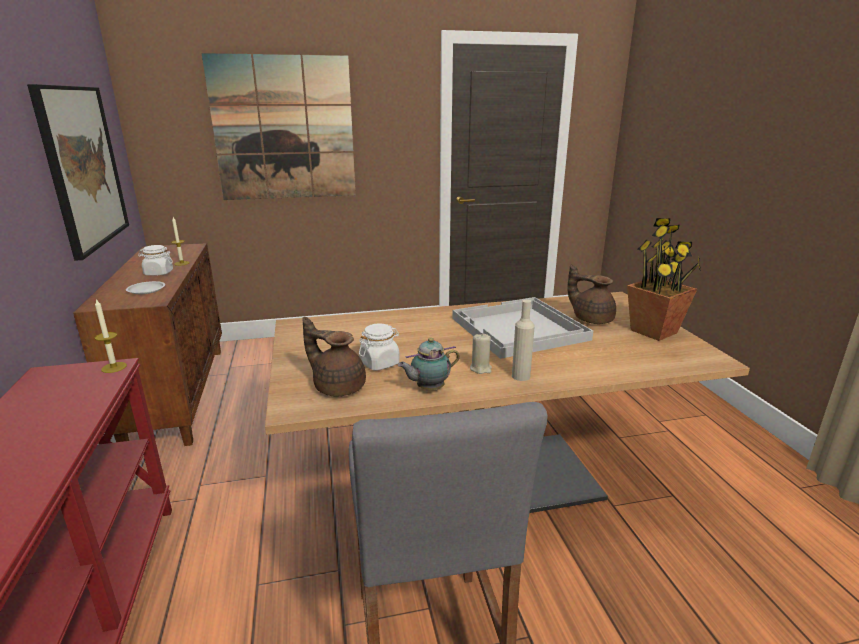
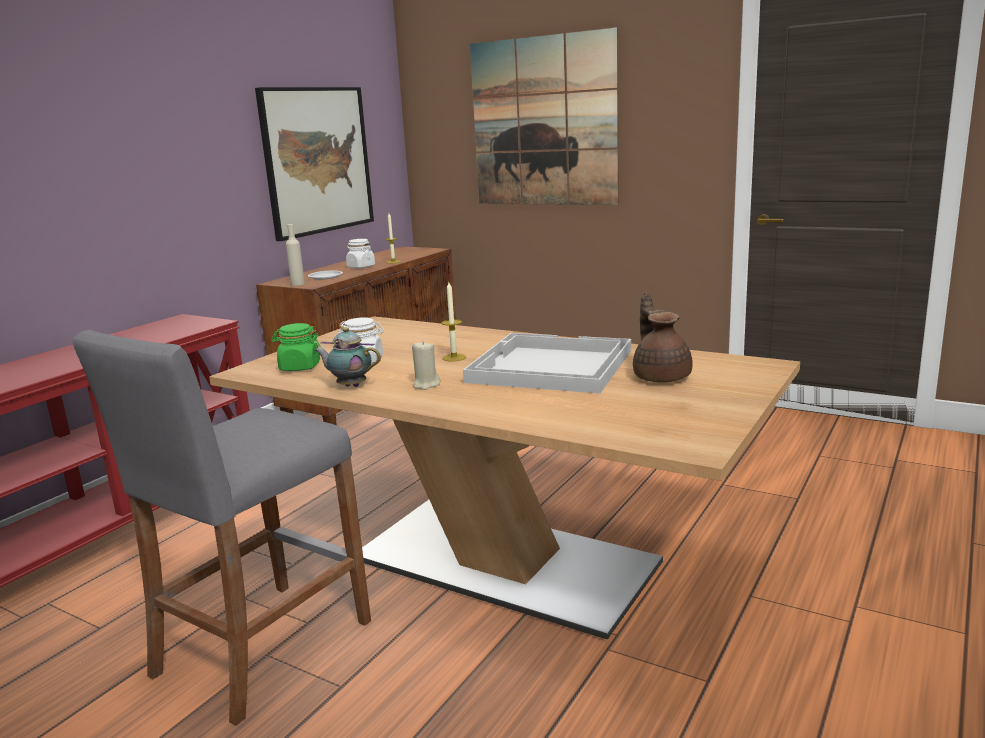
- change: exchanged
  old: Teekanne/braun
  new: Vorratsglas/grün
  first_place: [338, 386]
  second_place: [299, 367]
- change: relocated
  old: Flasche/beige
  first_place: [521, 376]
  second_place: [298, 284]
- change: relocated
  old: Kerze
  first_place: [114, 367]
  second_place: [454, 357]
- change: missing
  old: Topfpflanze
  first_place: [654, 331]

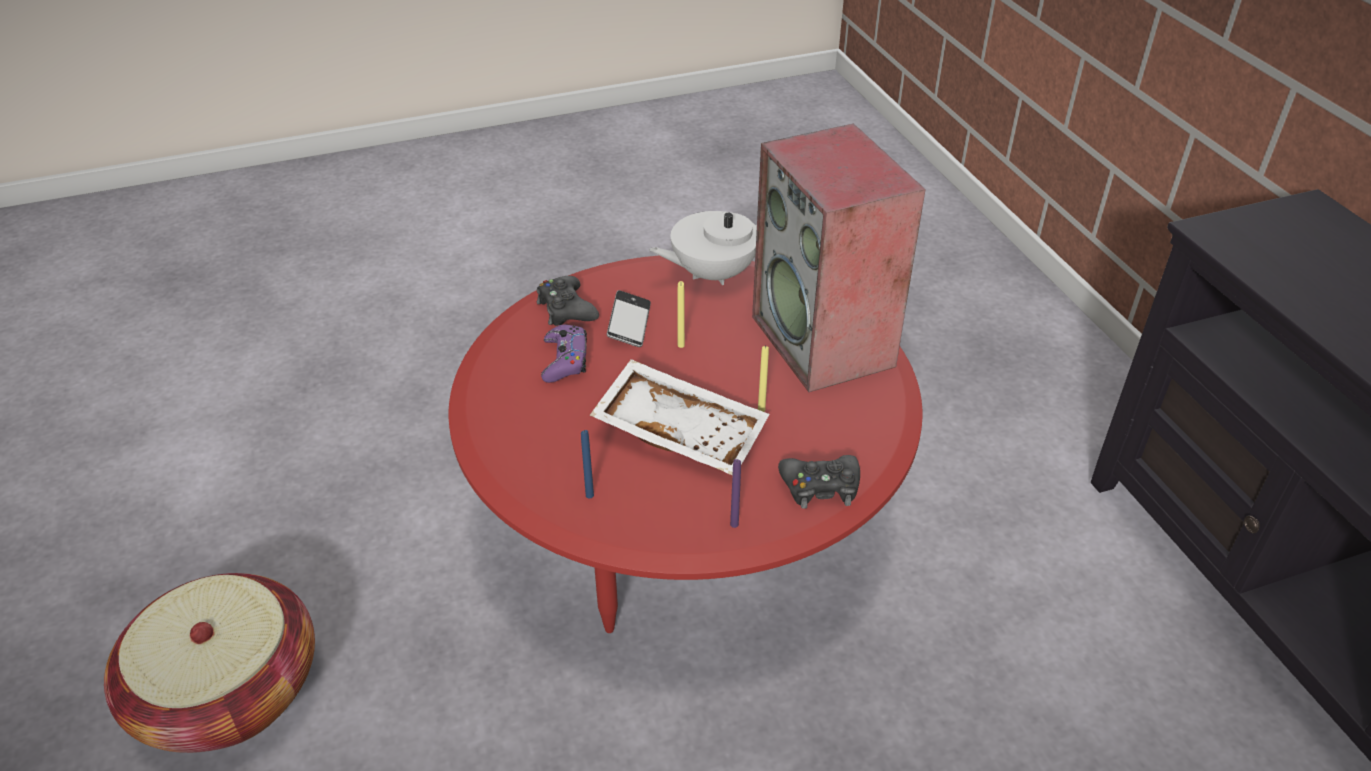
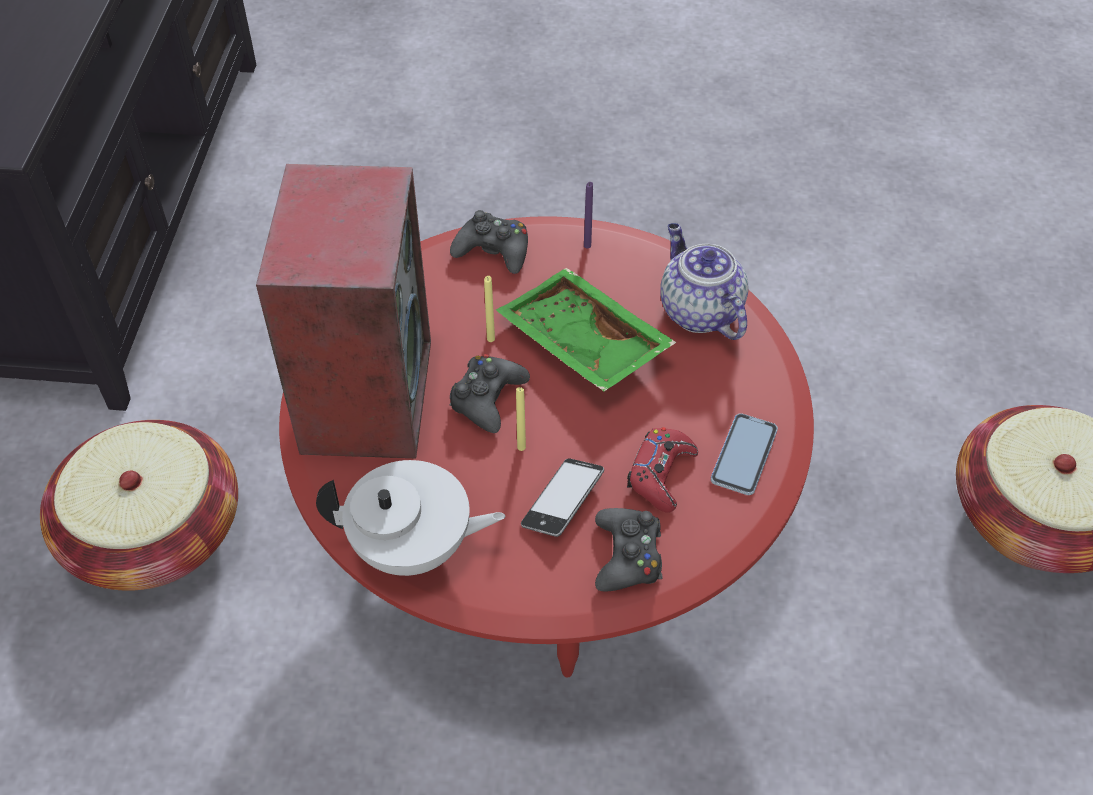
- change: appeared
  new: Korb
  second_place: [155, 533]
- change: appeared
  new: Gamepad/schwarz
  second_place: [487, 399]
- change: colour
  old: Tablett/weiß
  new: Tablett/grün
  first_place: [682, 430]
  second_place: [580, 344]
- change: colour
  old: Gamepad/lila
  new: Gamepad/rot
  first_place: [565, 360]
  second_place: [661, 474]
- change: exchanged
  old: Kerze/blau
  new: Teekanne
  first_place: [589, 495]
  second_place: [698, 311]
- change: appeared
  new: Handy
  second_place: [744, 455]

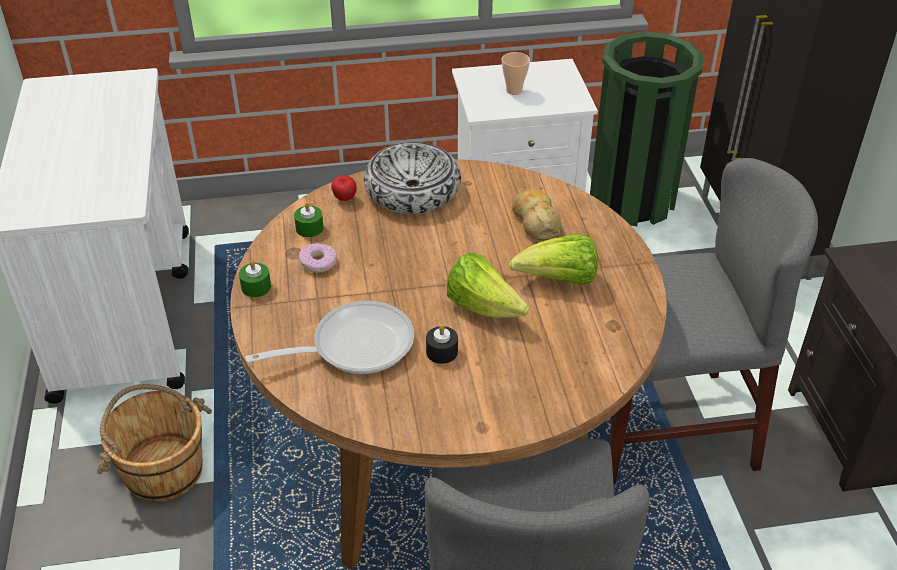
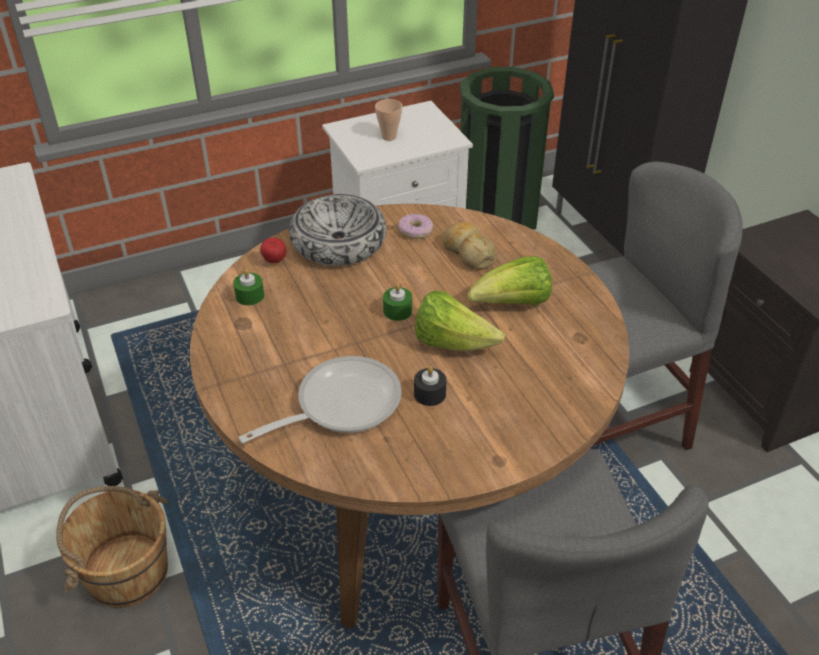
- change: relocated
  old: Kerze/grün
  first_place: [256, 287]
  second_place: [397, 311]
- change: relocated
  old: Donut
  first_place: [318, 262]
  second_place: [415, 231]

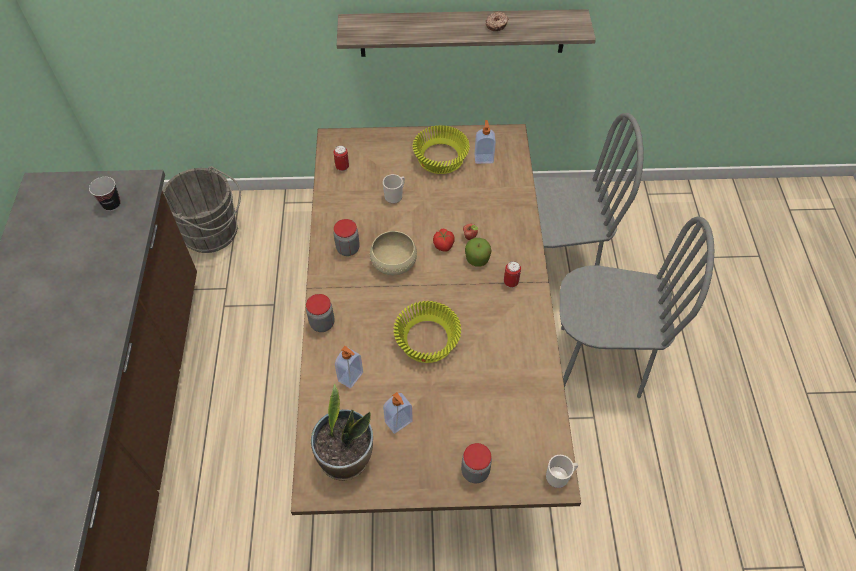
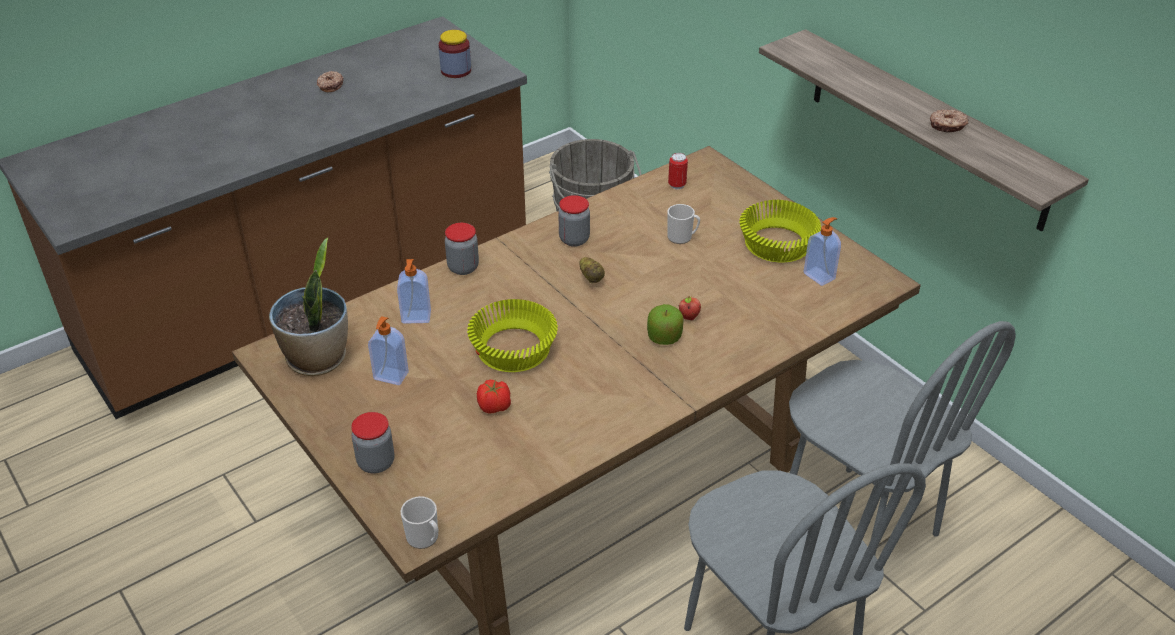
- change: appeared
  new: Donut
  second_place: [330, 86]
- change: exchanged
  old: Tasse
  new: Vorratsglas
  first_place: [111, 204]
  second_place: [456, 70]
- change: relocated
  old: Tomate
  first_place: [443, 245]
  second_place: [495, 407]
- change: exchanged
  old: Schüssel/beige
  new: Kartoffel
  first_place: [394, 262]
  second_place: [591, 278]
- change: missing
  old: Dose
  first_place: [511, 282]

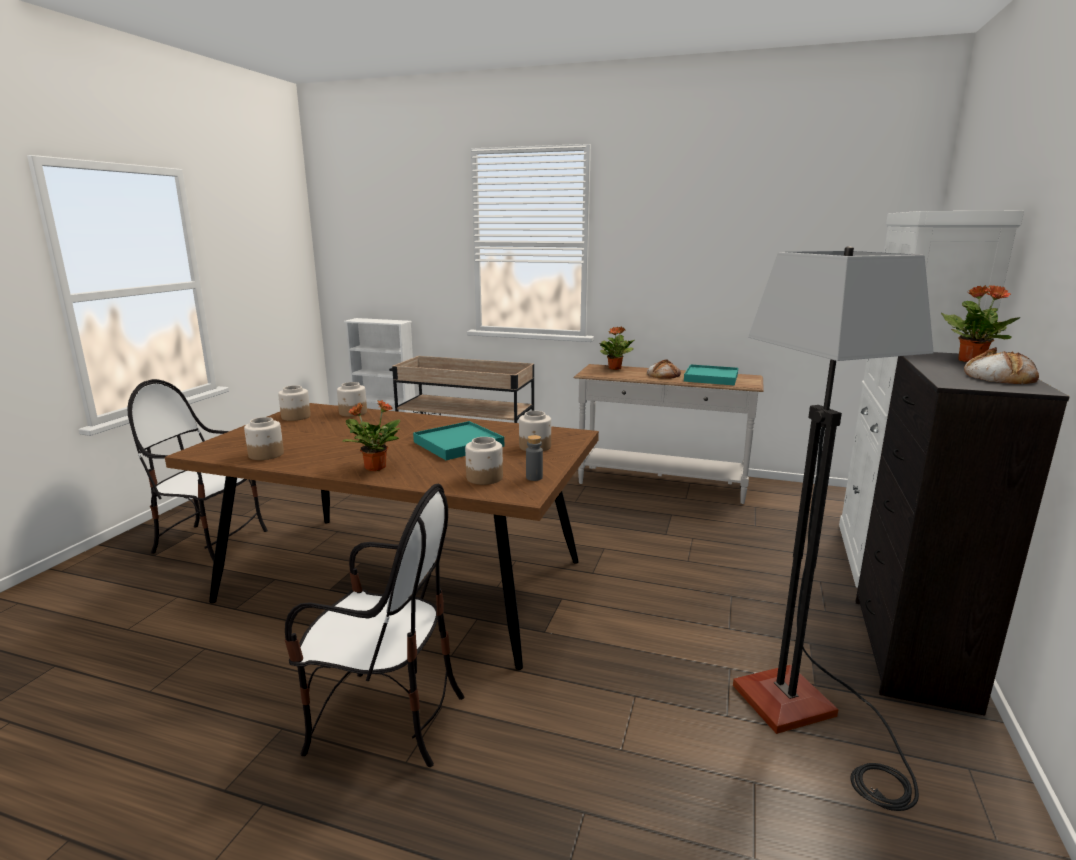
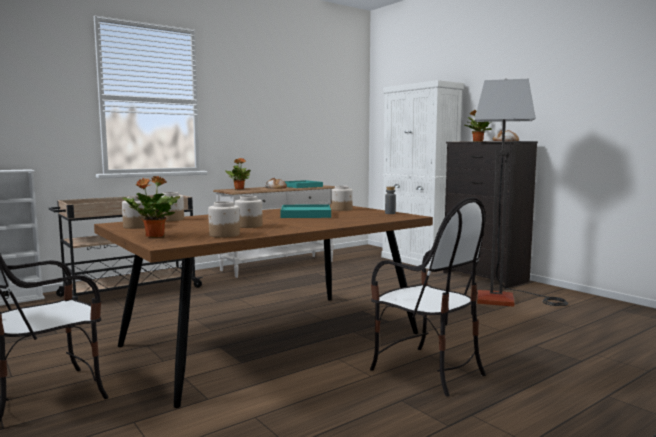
- change: relocated
  old: Topfpflanze
  first_place: [374, 467]
  second_place: [154, 236]
- change: relocated
  old: Vorratsglas
  first_place: [484, 478]
  second_place: [249, 226]
- change: spun
  old: Stuhl
  first_place: [385, 720]
  second_place: [427, 371]
  degrees: 90

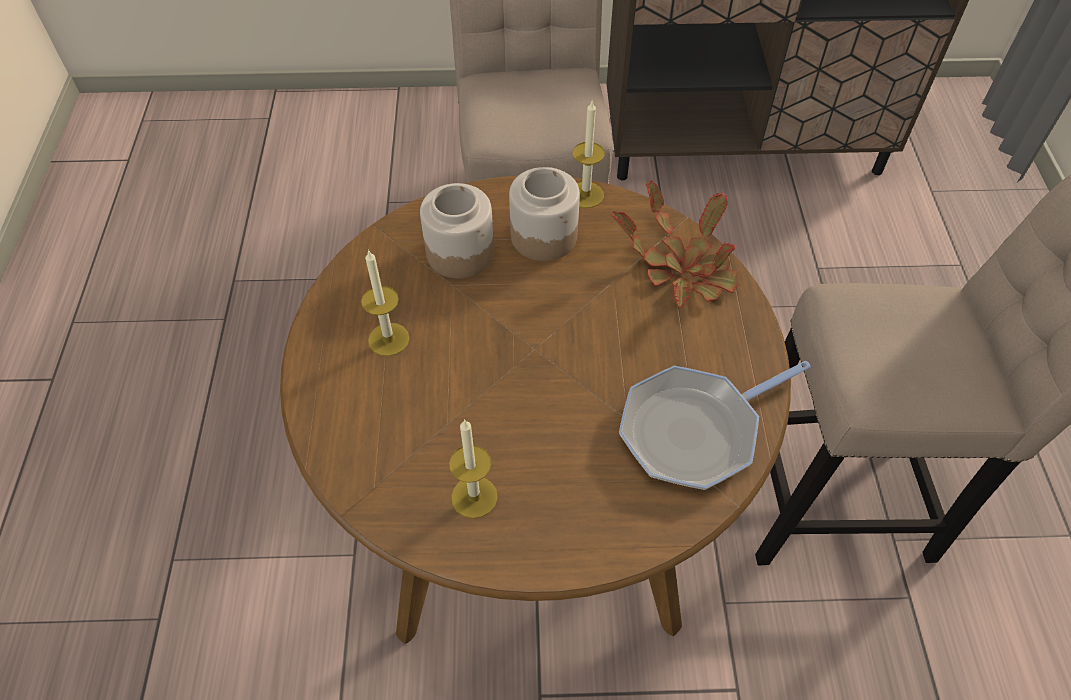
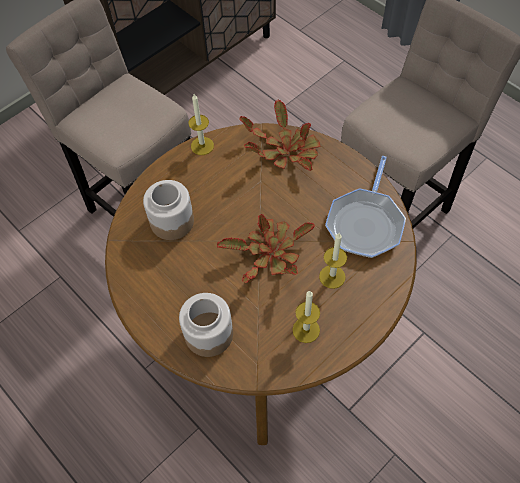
- change: relocated
  old: Vorratsglas
  first_place: [544, 236]
  second_place: [208, 333]
- change: appeared
  new: Topfpflanze
  second_place: [270, 254]
- change: relocated
  old: Kerze
  first_place: [388, 339]
  second_place: [332, 276]

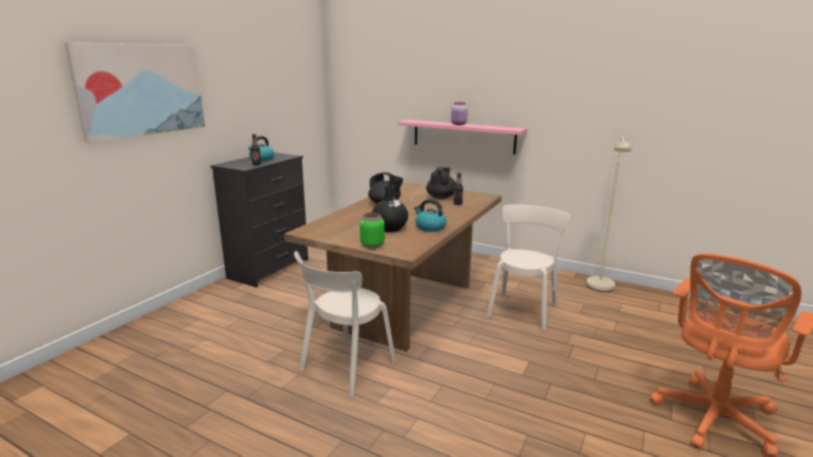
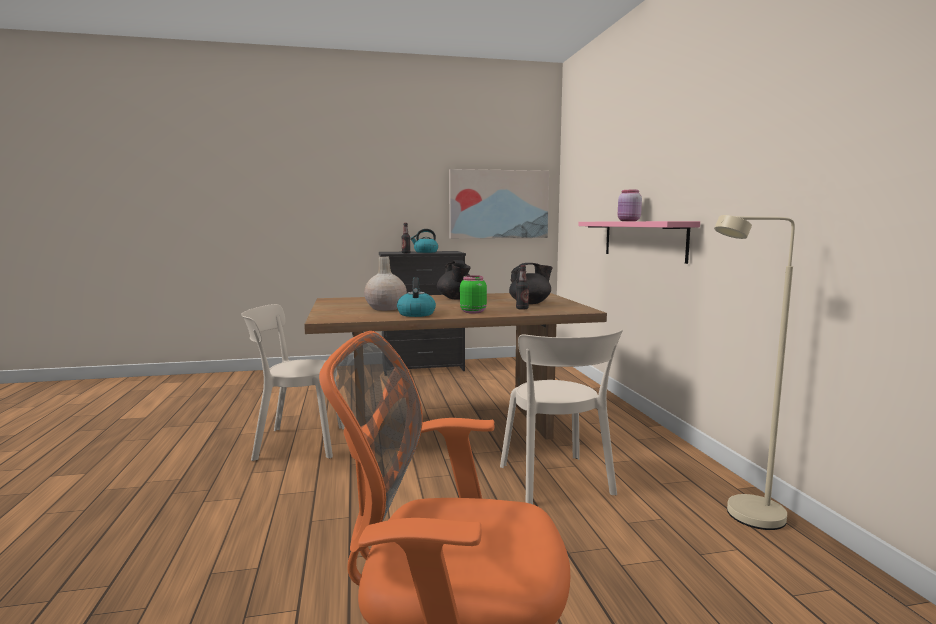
- change: colour
  old: Vase/schwarz
  new: Vase/beige
  first_place: [390, 228]
  second_place: [385, 308]
- change: relocated
  old: Bild
  first_place: [141, 90]
  second_place: [498, 204]
- change: relocated
  old: Vorratsglas/grün
  first_place: [371, 245]
  second_place: [473, 312]
- change: spun
  old: Stuhl/beige
  first_place: [523, 309]
  second_place: [557, 482]
  degrees: 90

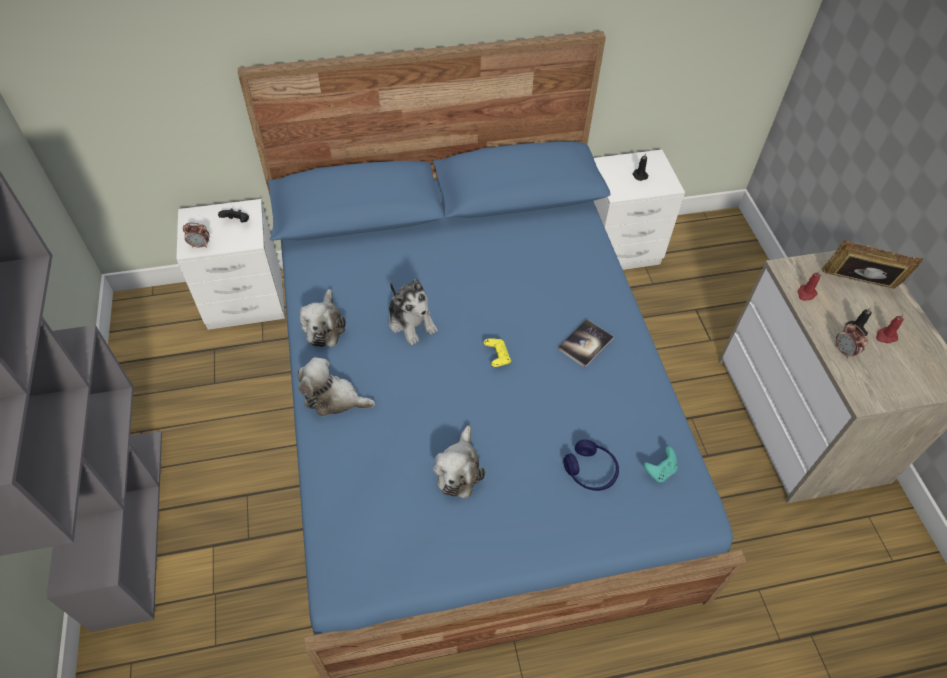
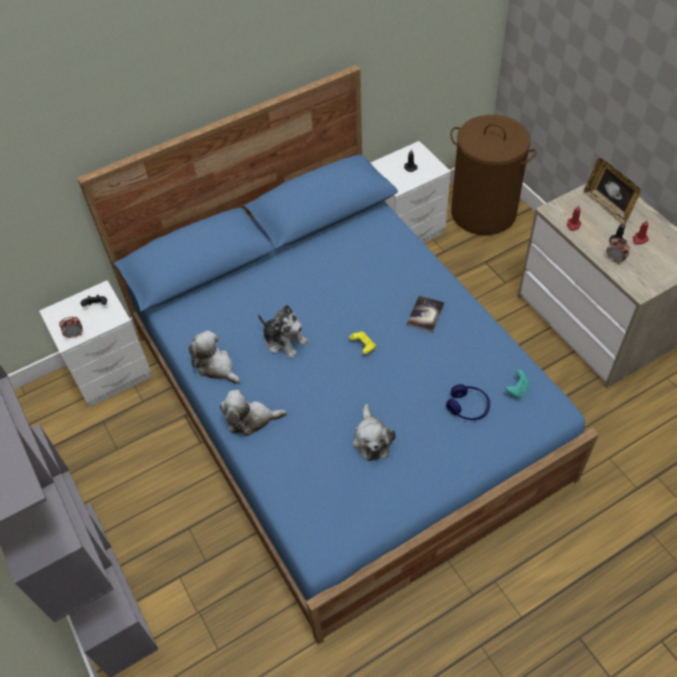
- change: spun
  old: Plüschtier
  first_place: [324, 326]
  second_place: [216, 366]
  degrees: 150
- change: appeared
  new: Wäschekorb/braun
  second_place: [483, 212]
- change: spun
  old: Bilderrahmen
  first_place: [858, 285]
  second_place: [607, 207]
  degrees: -120

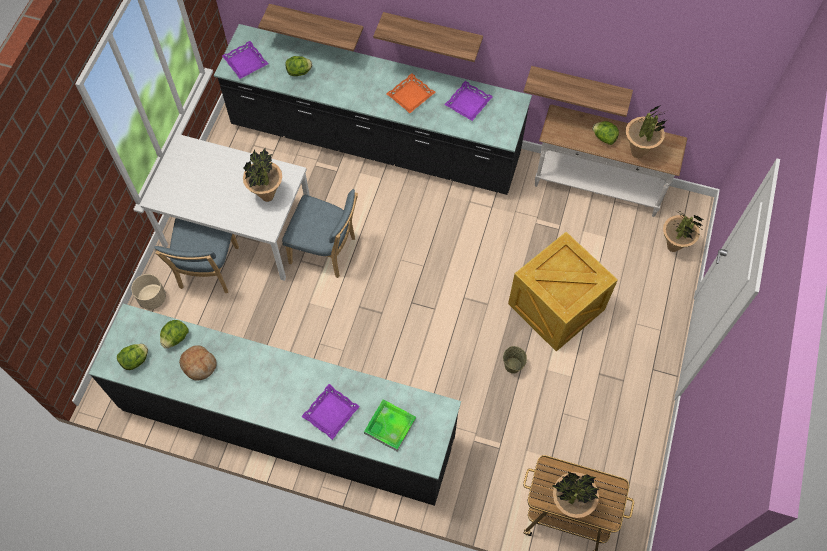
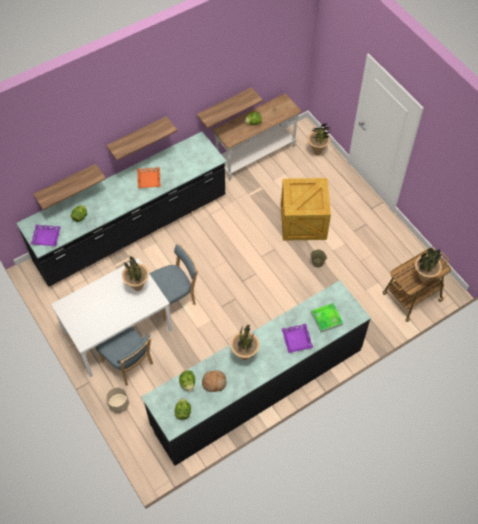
- change: relocated
  old: Topfpflanze
  first_place: [637, 152]
  second_place: [244, 356]
- change: missing
  old: Tablett/lila
  first_place: [468, 103]

